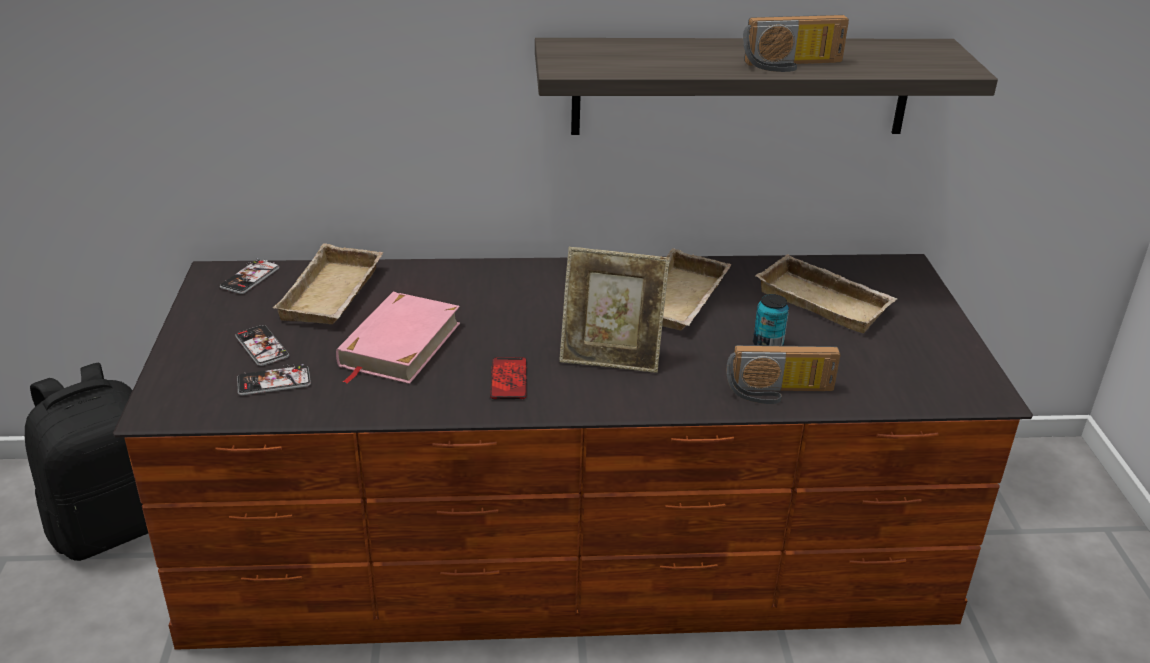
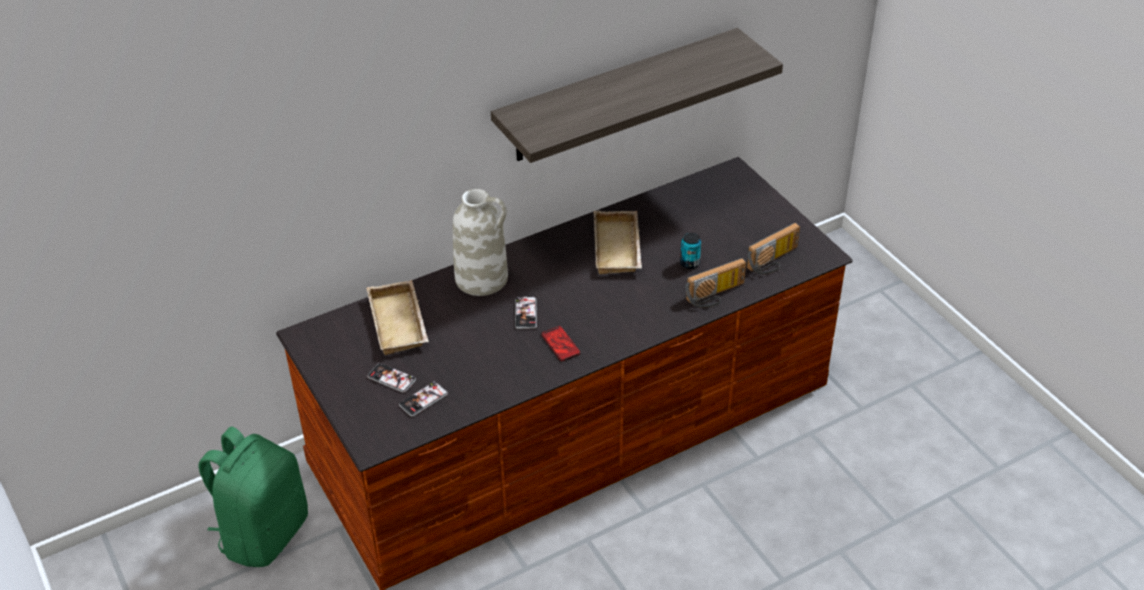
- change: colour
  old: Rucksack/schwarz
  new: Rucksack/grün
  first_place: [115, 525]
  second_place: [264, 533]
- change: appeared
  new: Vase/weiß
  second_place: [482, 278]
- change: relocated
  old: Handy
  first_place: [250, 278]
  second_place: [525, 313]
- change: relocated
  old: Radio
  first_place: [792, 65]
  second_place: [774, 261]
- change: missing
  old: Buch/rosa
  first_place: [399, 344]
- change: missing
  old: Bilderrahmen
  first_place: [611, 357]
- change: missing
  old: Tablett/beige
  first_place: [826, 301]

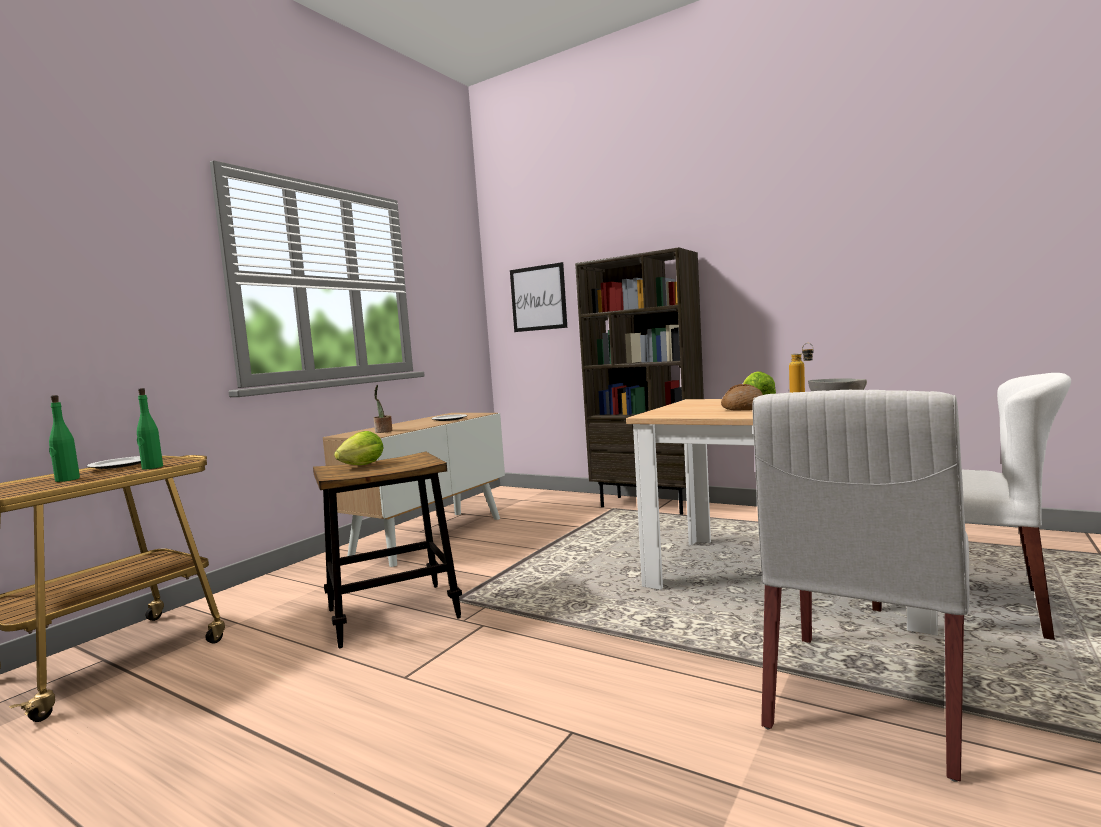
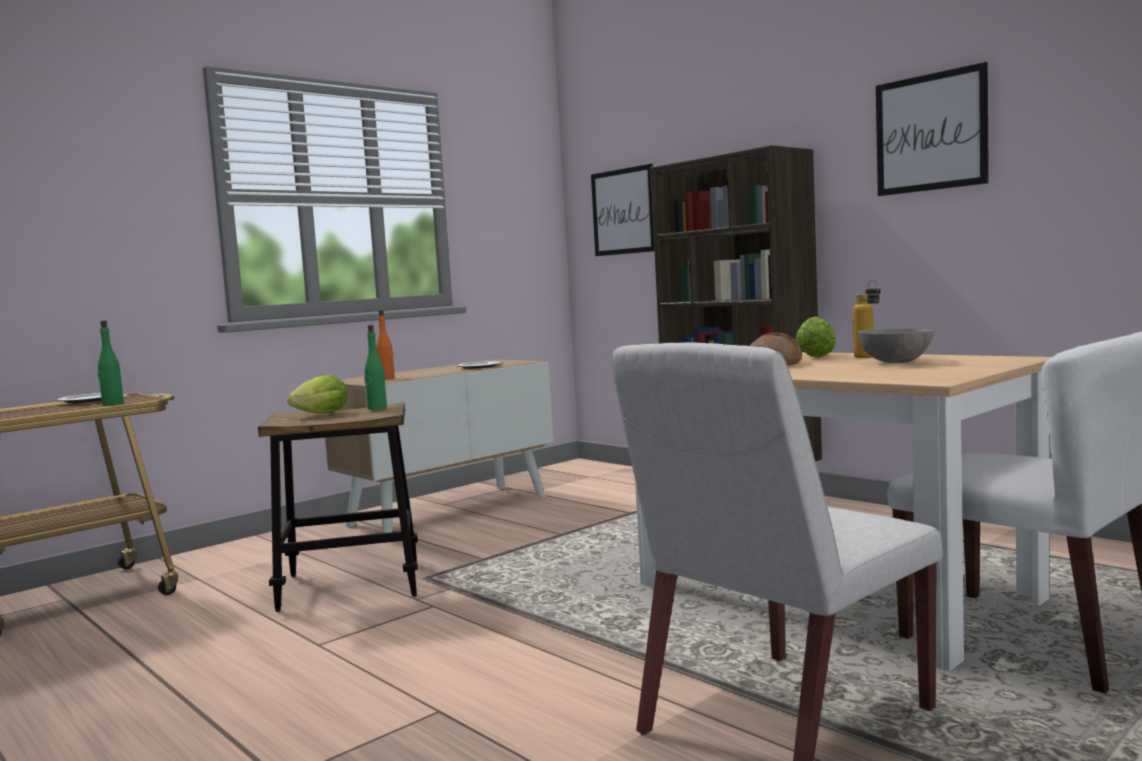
- change: relocated
  old: Flasche/grün
  first_place: [67, 479]
  second_place: [377, 408]
- change: exchanged
  old: Topfpflanze
  new: Flasche/orange
  first_place: [383, 431]
  second_place: [386, 378]
- change: appeared
  new: Bild
  second_place: [930, 132]

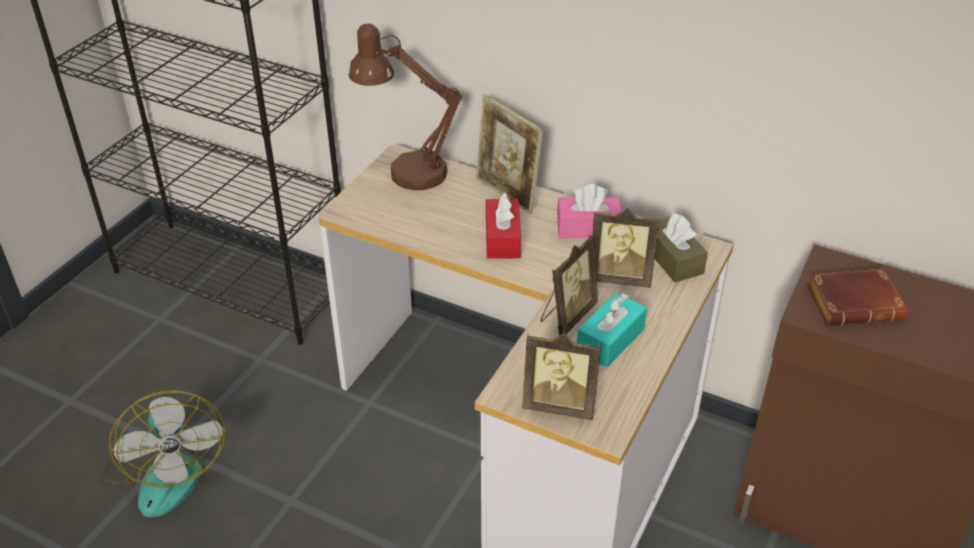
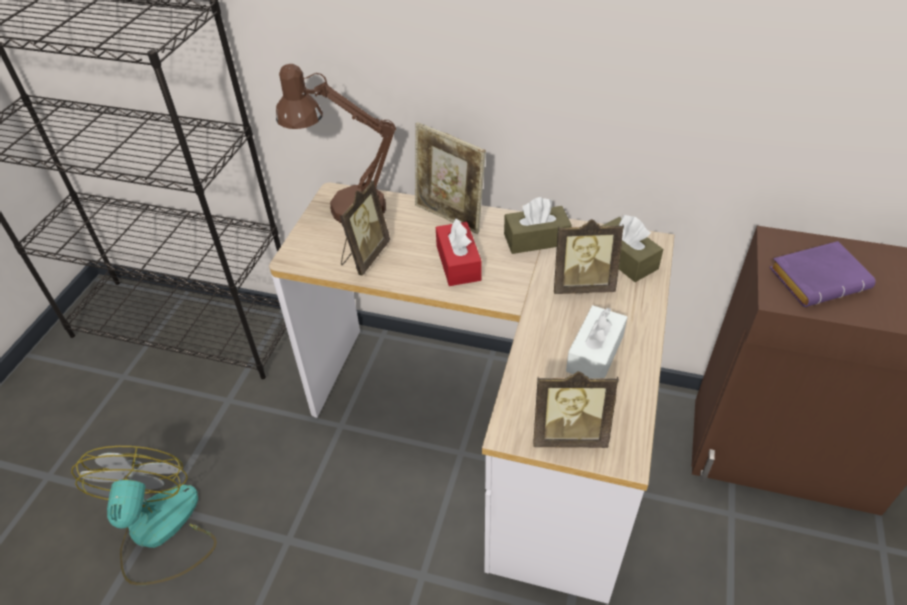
- change: spun
  old: Ventilator
  first_place: [167, 471]
  second_place: [160, 533]
  degrees: -150
- change: relocated
  old: Bilderrahmen
  first_place: [567, 316]
  second_place: [364, 256]
- change: colour
  old: Taschentuchbox/rosa
  new: Taschentuchbox/braun
  first_place: [588, 228]
  second_place: [536, 239]
- change: colour
  old: Taschentuchbox/türkis
  new: Taschentuchbox/weiß
  first_place: [610, 340]
  second_place: [595, 353]
- change: colour
  old: Buch/braun
  new: Buch/lila
  first_place: [855, 302]
  second_place: [818, 278]

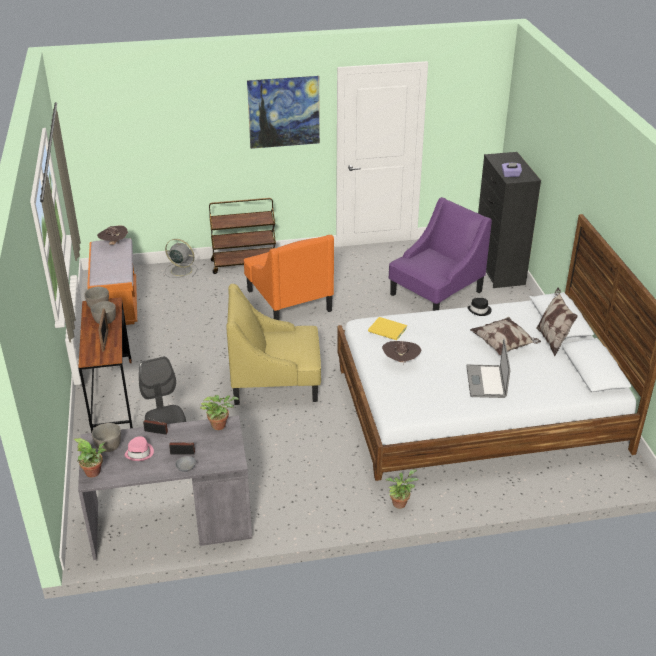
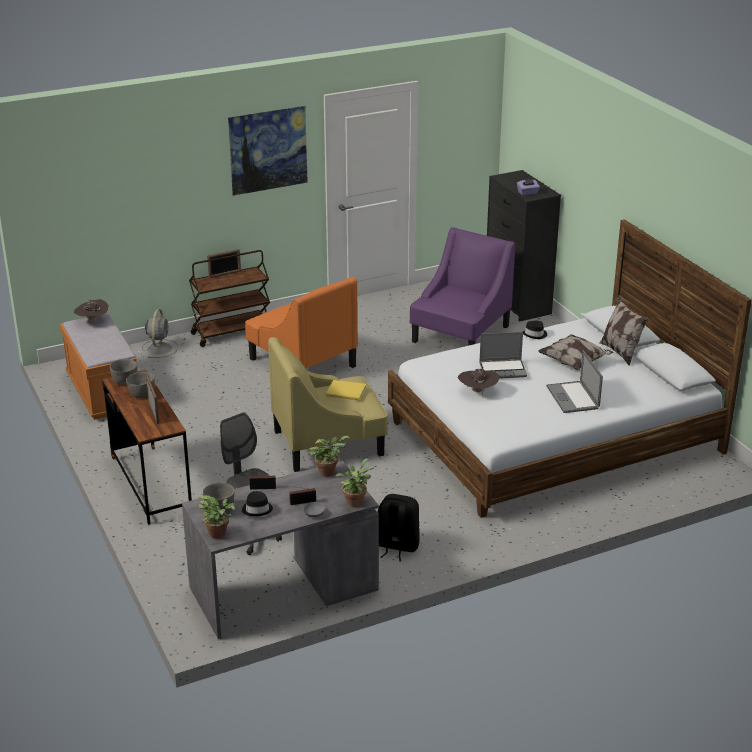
- change: spun
  old: Ventilator/grau
  first_place: [180, 270]
  second_place: [160, 348]
  degrees: 90
- change: appeared
  new: Bilderrahmen
  second_place: [225, 274]
- change: colour
  old: Hut/rosa
  new: Hut/schwarz
  first_place: [140, 453]
  second_place: [257, 509]
- change: relocated
  old: Buch/gelb
  first_place: [388, 330]
  second_place: [347, 392]
- change: relocated
  old: Topfpflanze
  first_place: [400, 502]
  second_place: [355, 501]
- change: appeared
  new: Rucksack/schwarz
  second_place: [396, 546]
- change: appeared
  new: Laptop
  second_place: [503, 370]

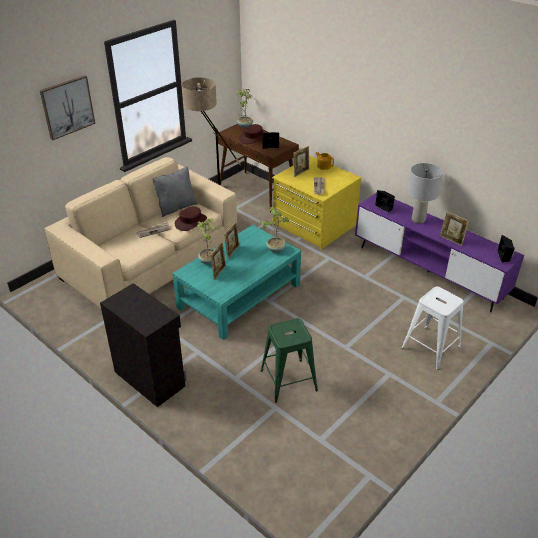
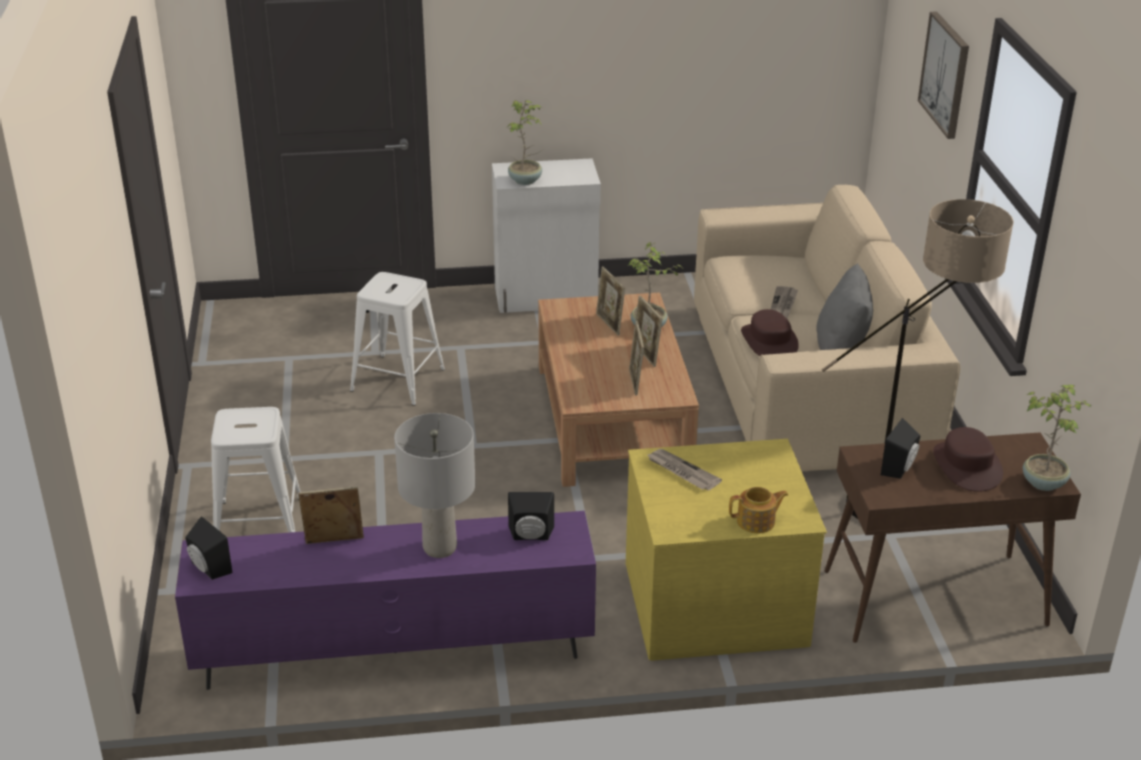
- change: colour
  old: Hocker/grün
  new: Hocker/weiß
  first_place: [288, 380]
  second_place: [398, 380]
- change: colour
  old: Schrank/schwarz
  new: Schrank/weiß
  first_place: [150, 378]
  second_place: [546, 297]
- change: relocated
  old: Topfpflanze
  first_place: [275, 249]
  second_place: [526, 180]
- change: colour
  old: Couchtisch/türkis
  new: Couchtisch/braun
  first_place: [239, 295]
  second_place: [613, 420]
- change: relocated
  old: Bilderrahmen
  first_place: [301, 172]
  second_place: [635, 382]

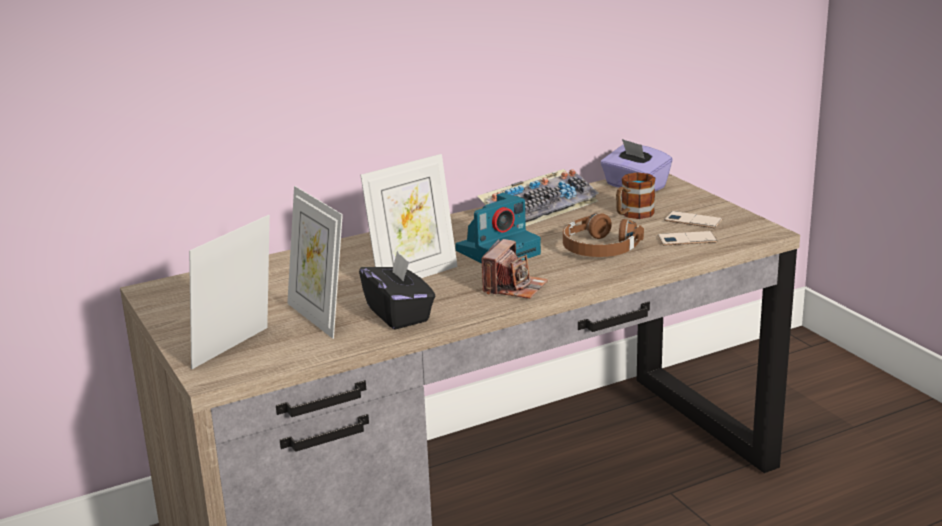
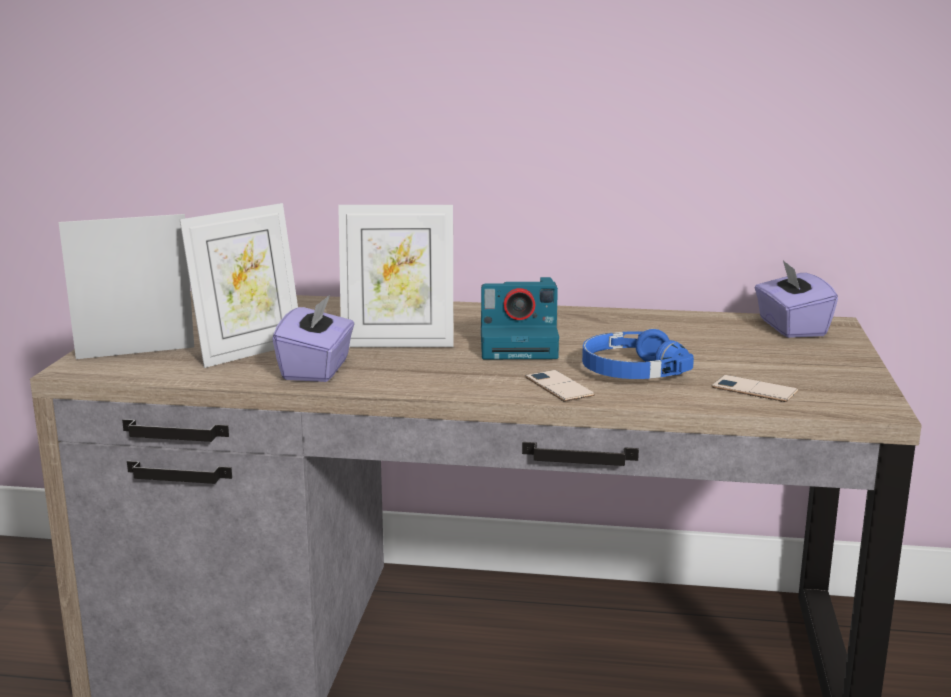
- change: spun
  old: Bilderrahmen
  first_place: [319, 317]
  second_place: [248, 352]
  degrees: -135
- change: colour
  old: Taschentuchbox/schwarz
  new: Taschentuchbox/lila
  first_place: [399, 314]
  second_place: [317, 369]
- change: relocated
  old: Handy
  first_place: [693, 220]
  second_place: [559, 386]
- change: colour
  old: Kopfhörer/braun
  new: Kopfhörer/blau
  first_place: [599, 248]
  second_place: [631, 371]
- change: missing
  old: Tastatur
  first_place: [539, 208]
- change: missing
  old: Kamera
  first_place: [514, 287]
- change: missing
  old: Henkelbecher
  first_place: [632, 215]

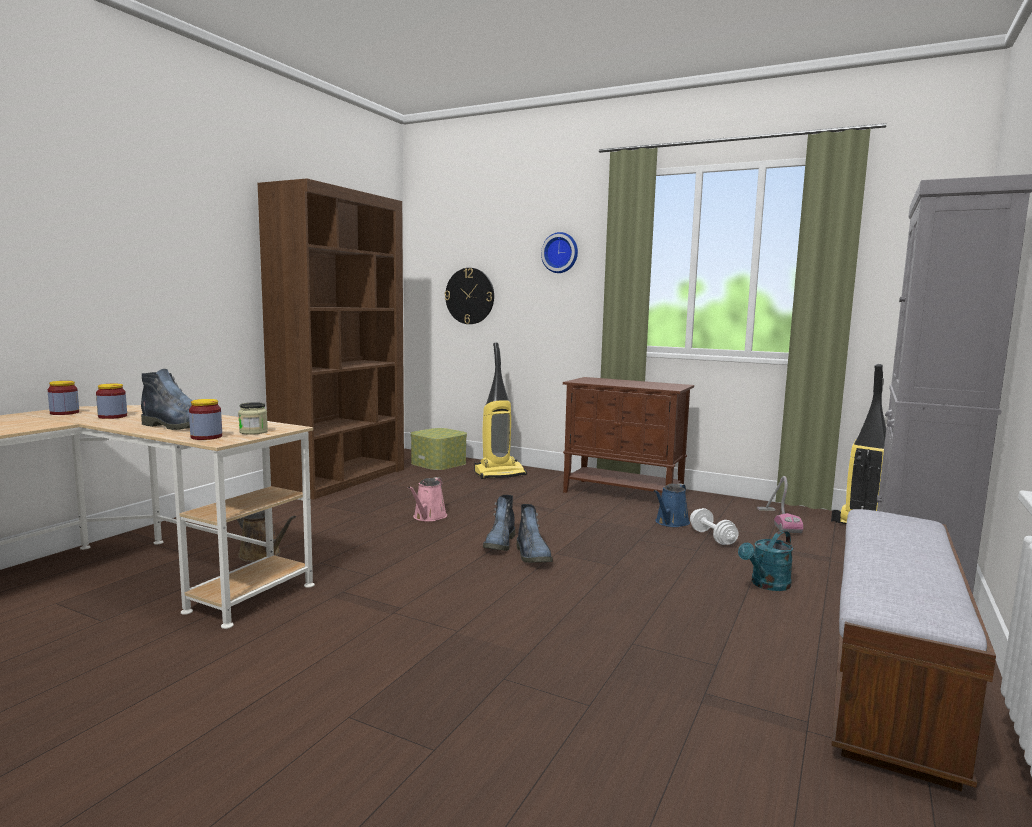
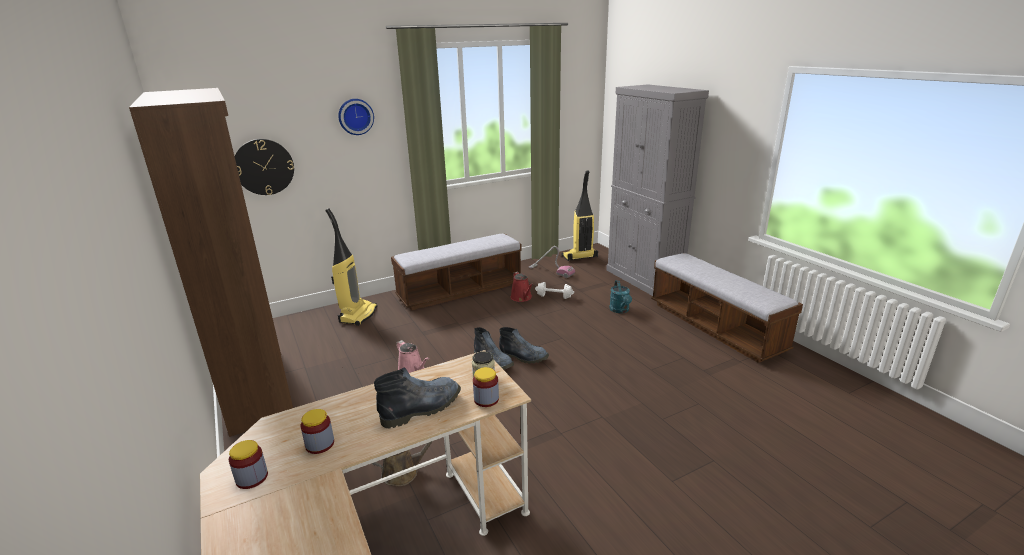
- change: exchanged
  old: Schrank/braun
  new: Bank
  first_place: [624, 494]
  second_place: [460, 291]
- change: colour
  old: Gießkanne/blau
  new: Gießkanne/rot
  first_place: [670, 523]
  second_place: [522, 298]
- change: missing
  old: Aufbewahrungsbox
  first_place: [438, 463]

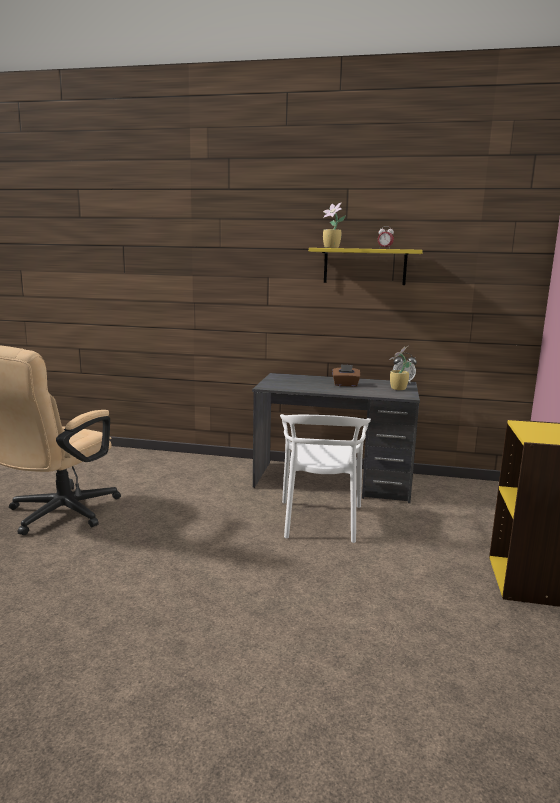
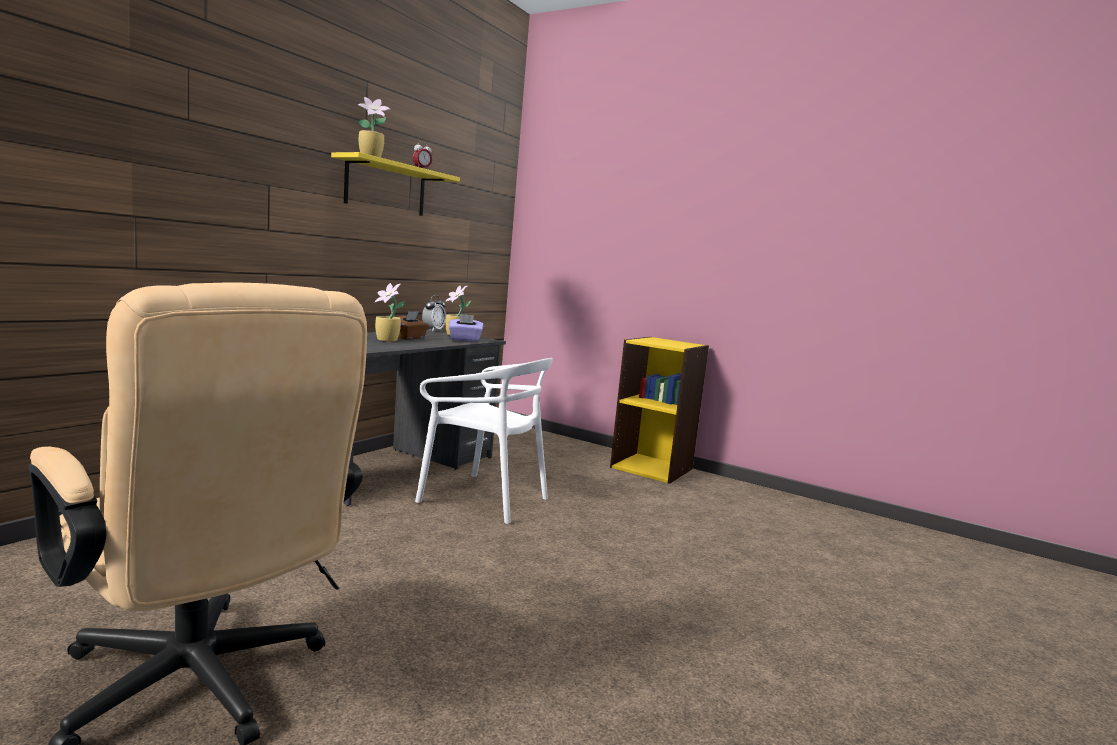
- change: appeared
  new: Topfpflanze
  second_place: [387, 340]
- change: appeared
  new: Taschentuchbox/lila
  second_place: [465, 340]

